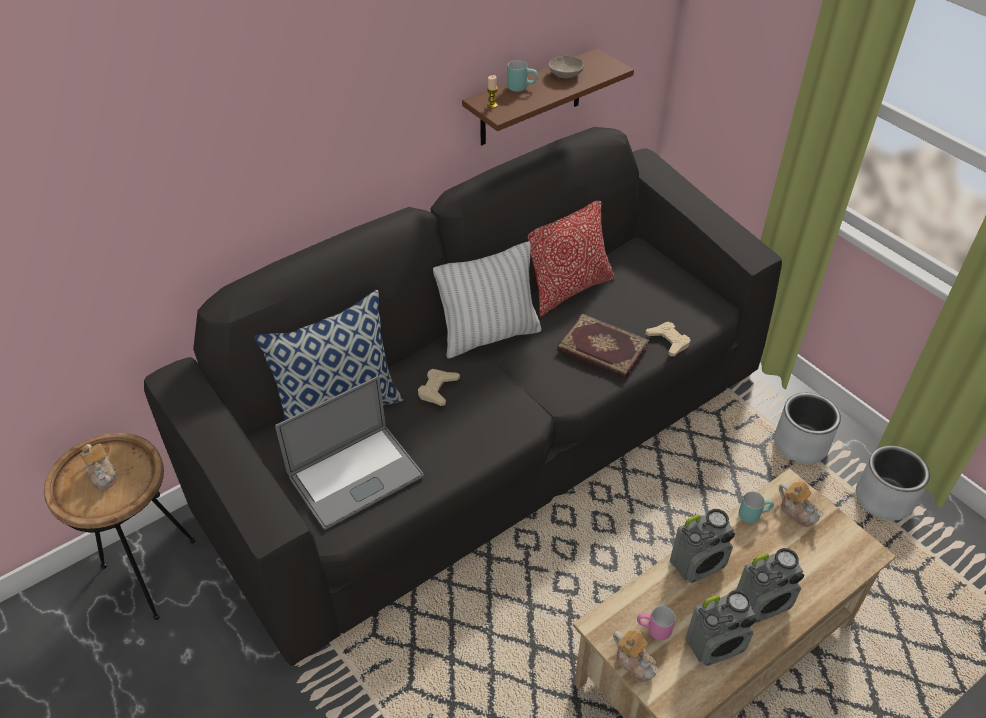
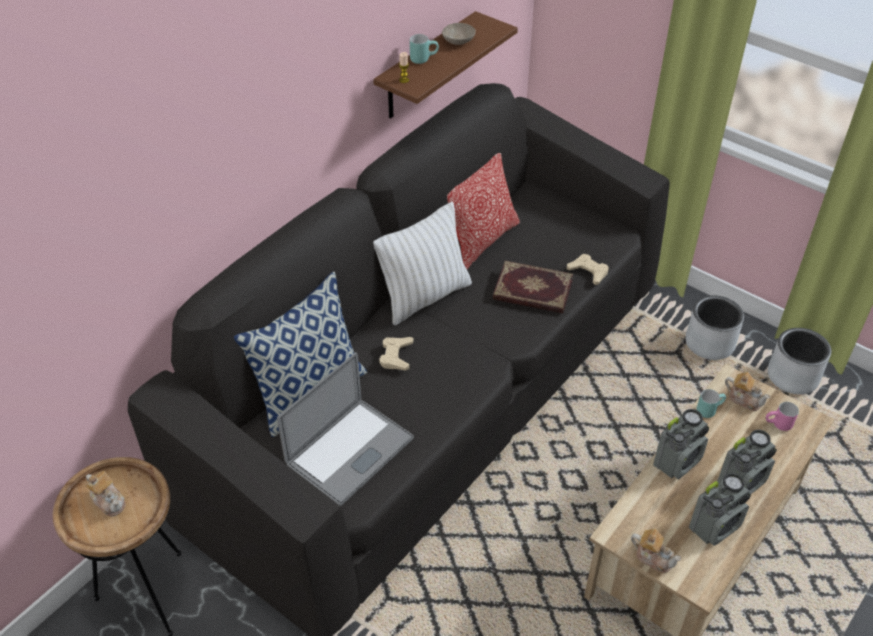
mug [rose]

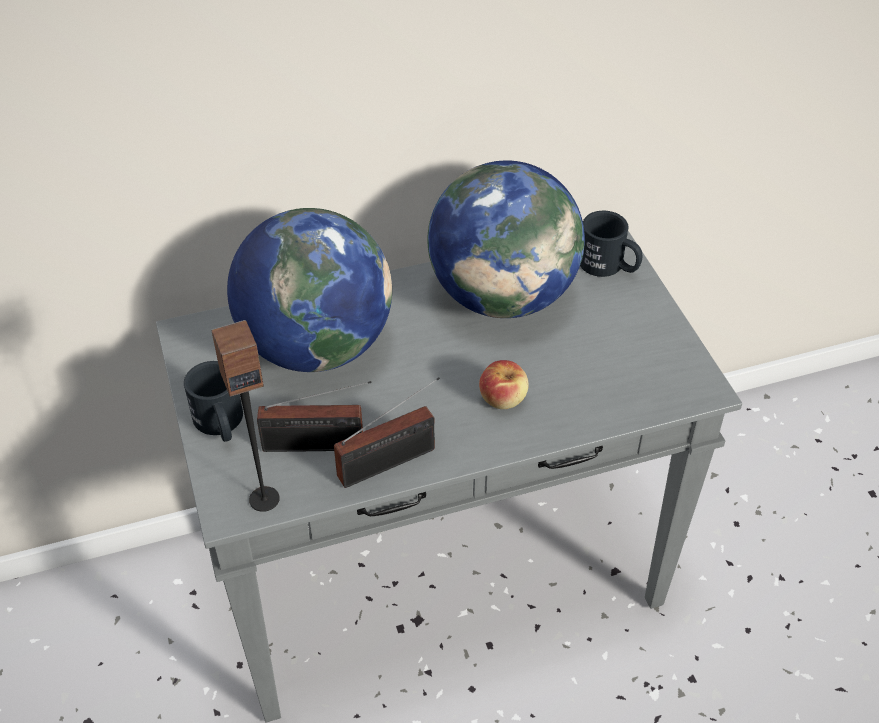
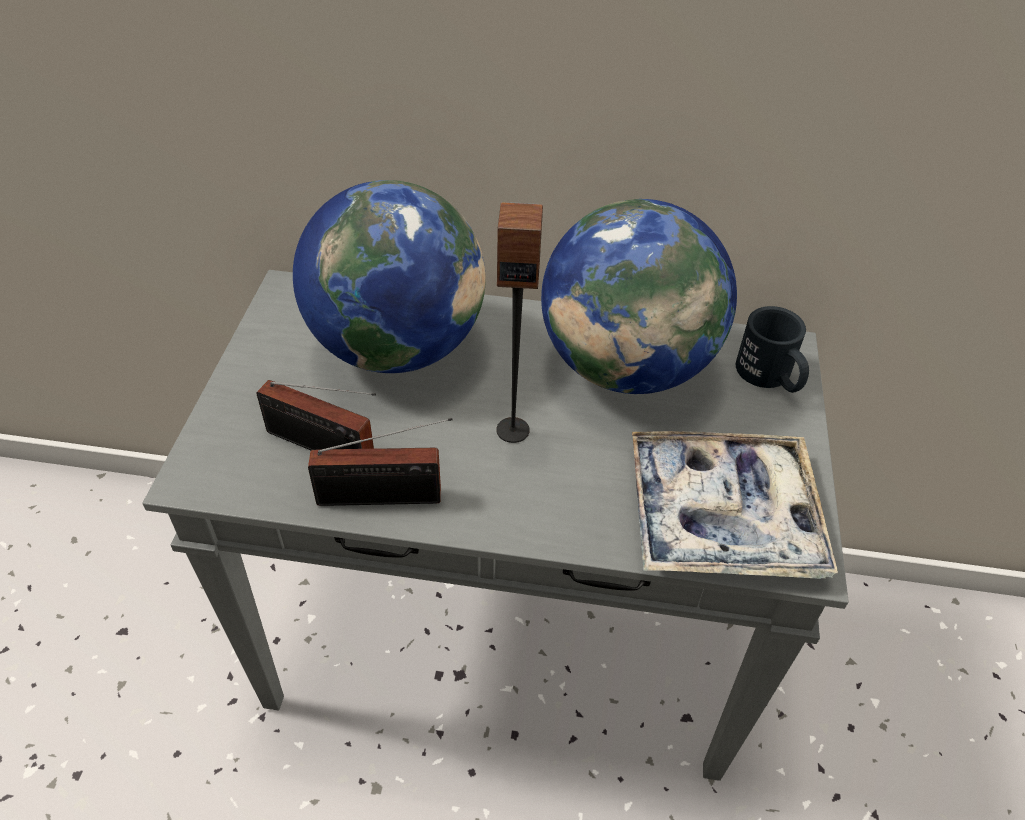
mug [noir] (1st from left in the first image); enceinte; pomme; plateau

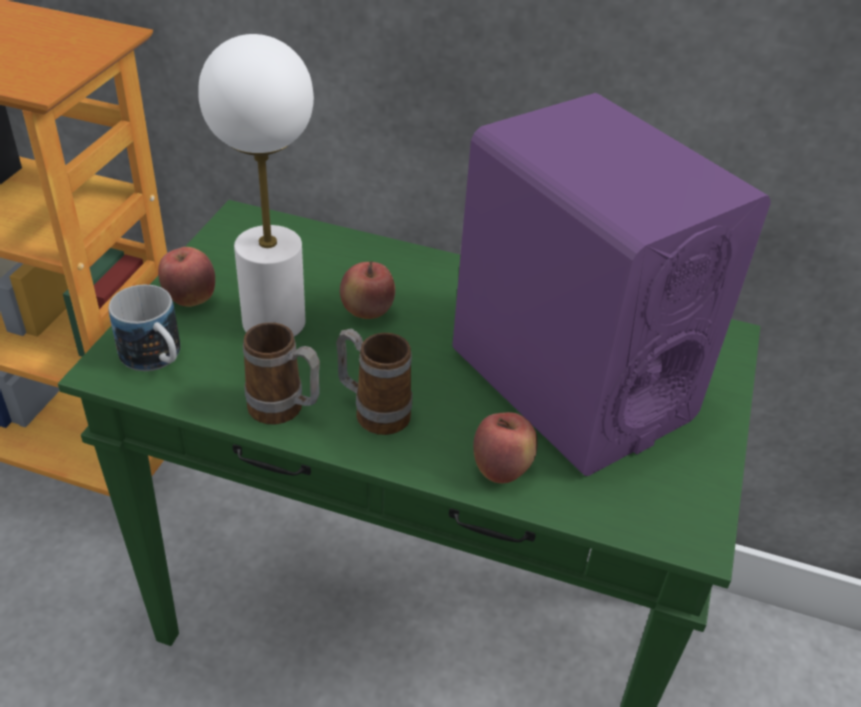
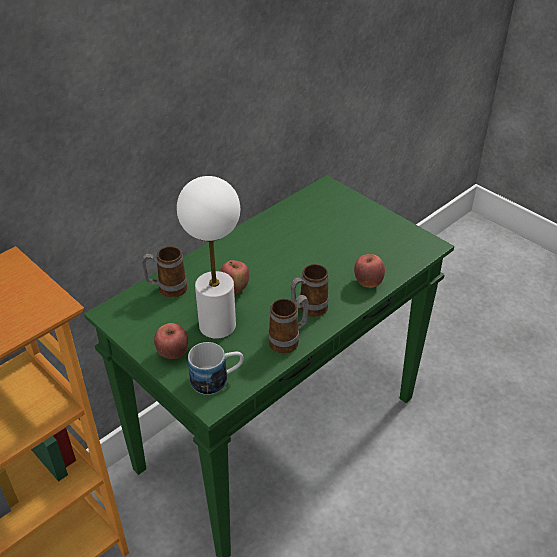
enceinte [violet]; mug (1st from left)

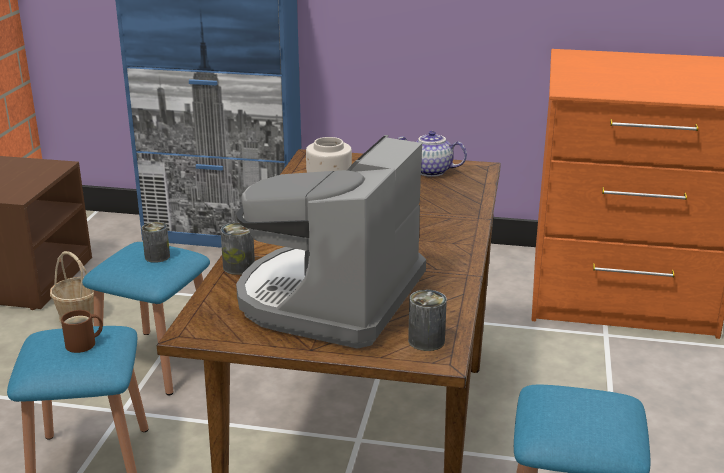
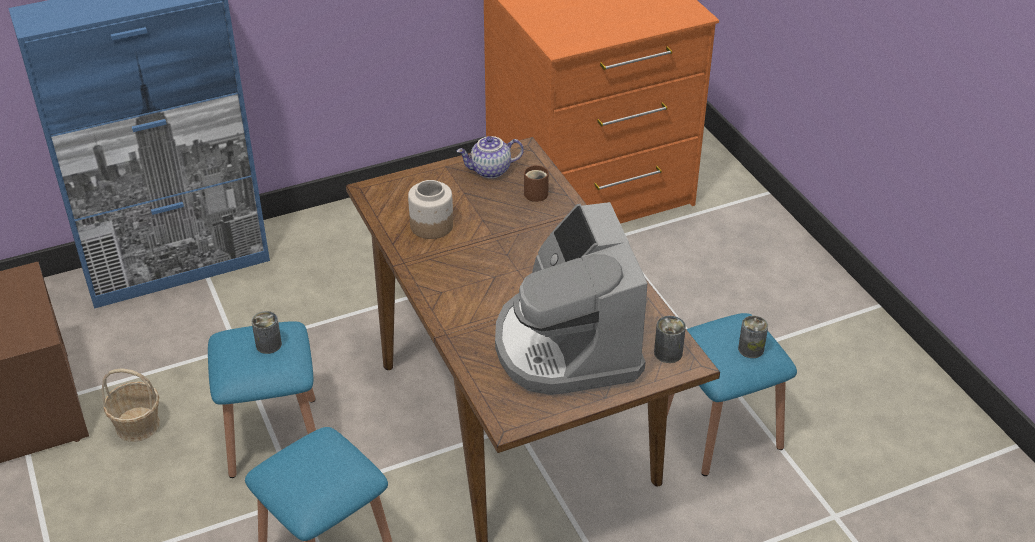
mug [marron]; boîte métallique (3rd from left)

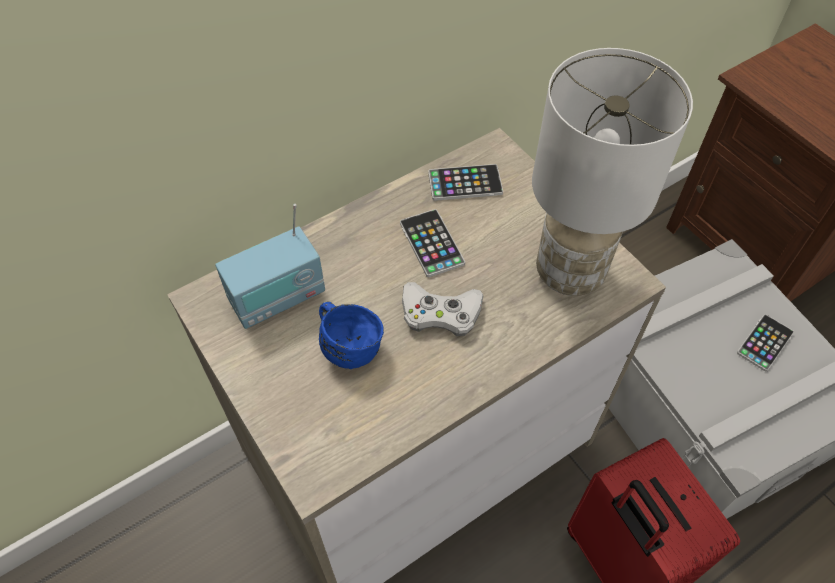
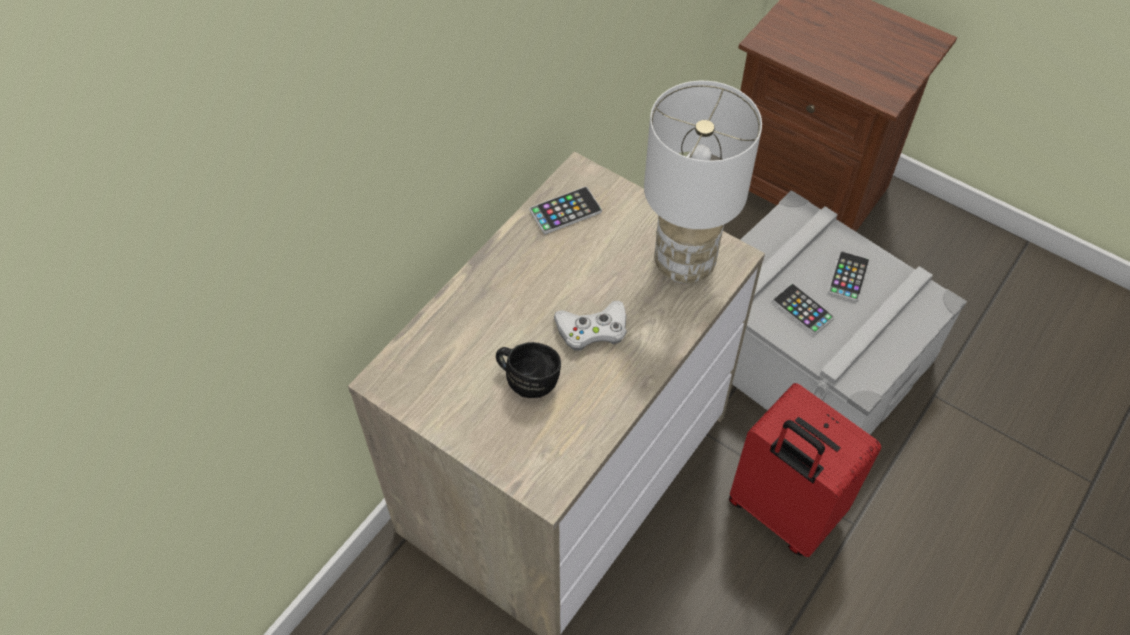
radio; mug [noir]; téléphone (2nd from left)

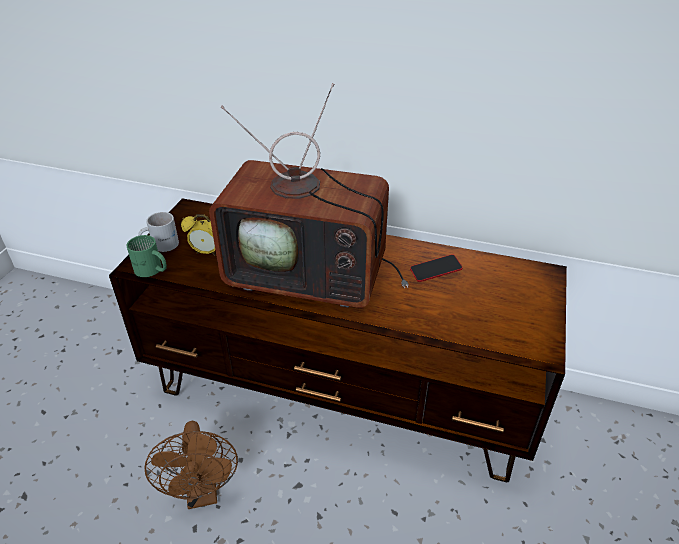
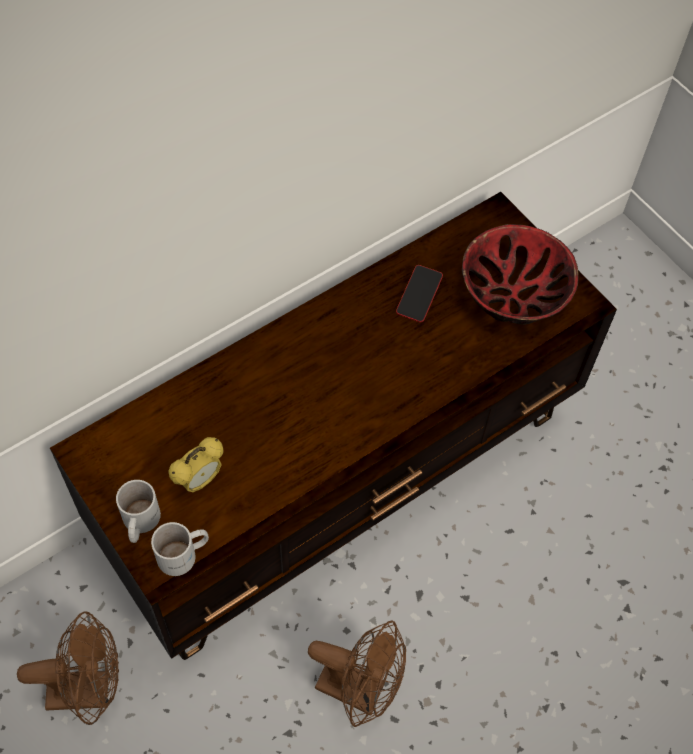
mug [blanc] (2nd from left); téléviseur; ventilateur [marron] (1st from left); bol

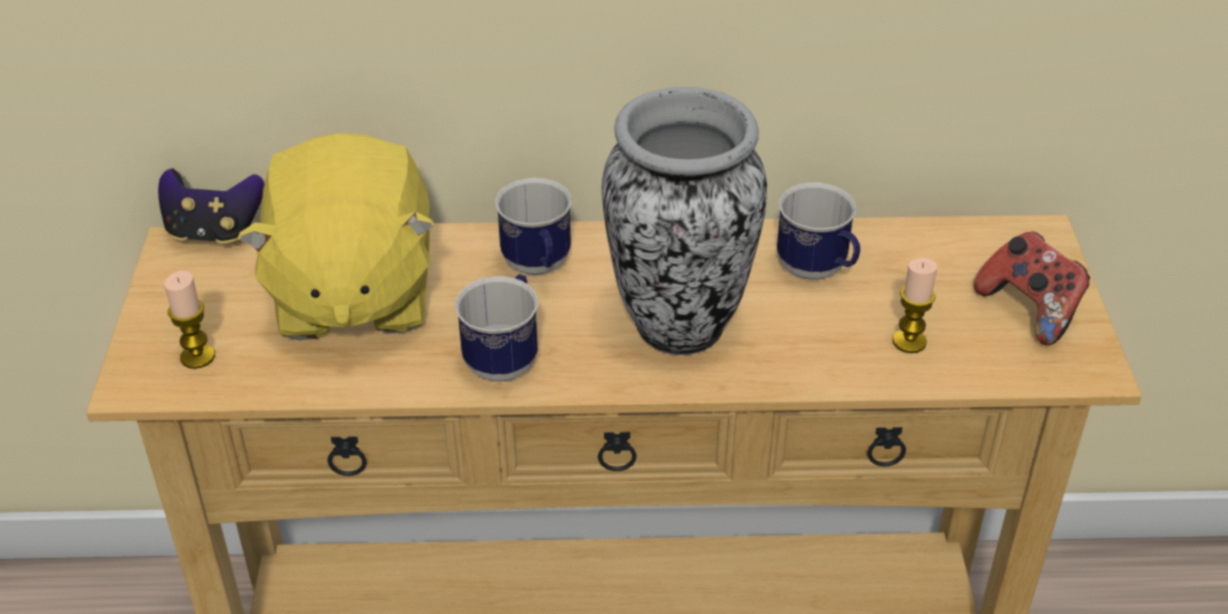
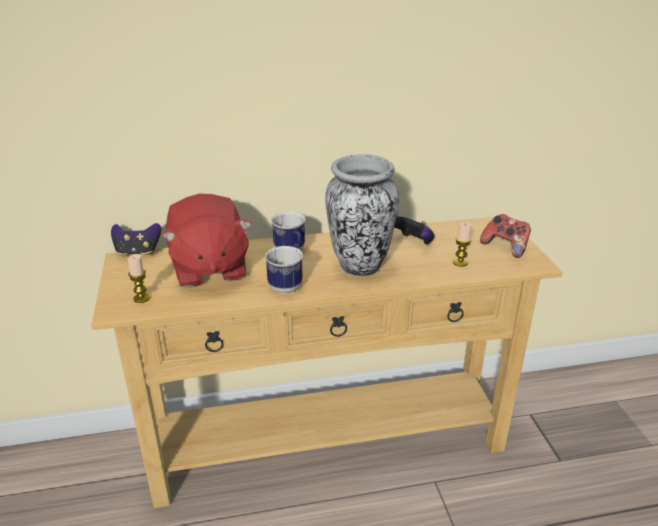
peluche [rouge]; manette (2nd from left)

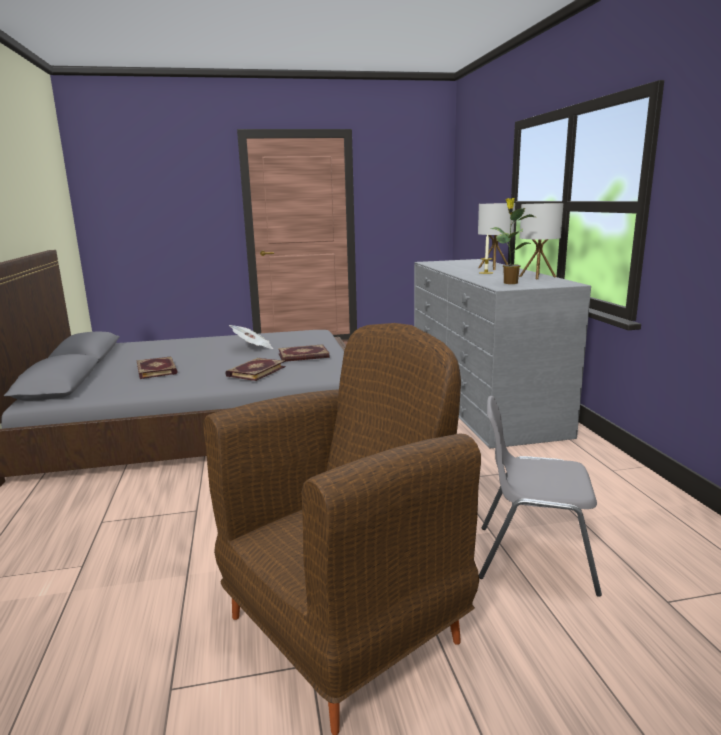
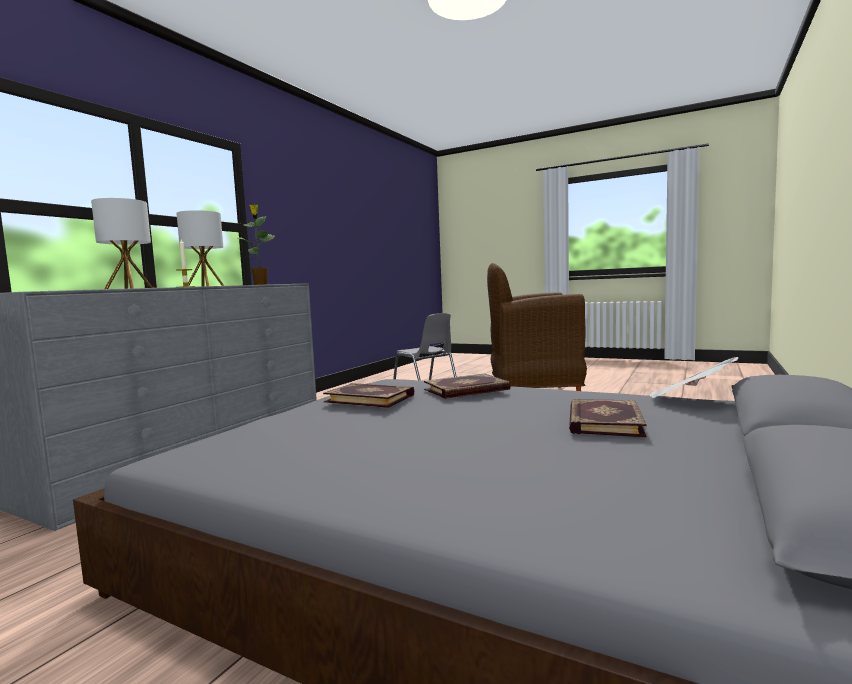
journal

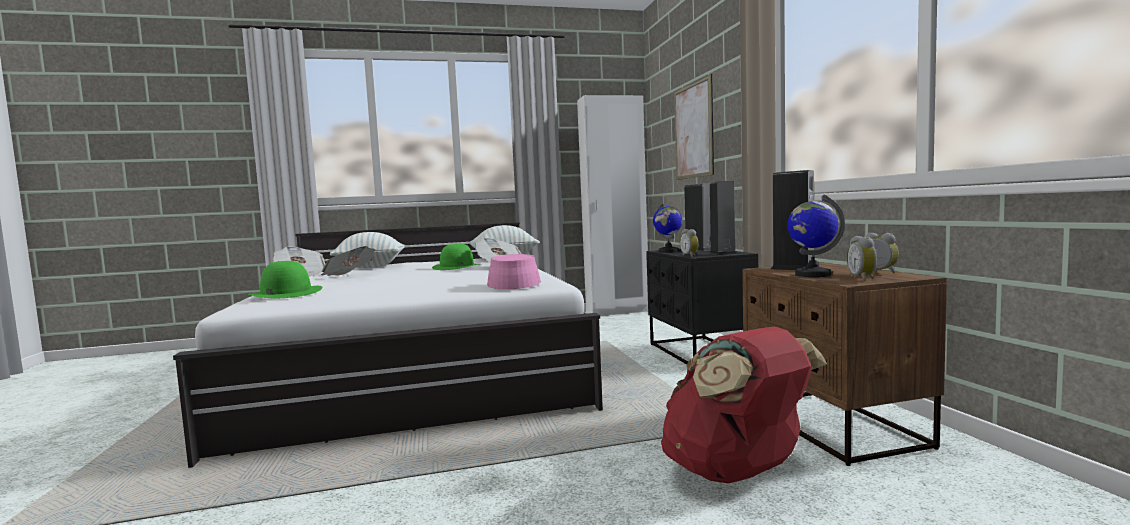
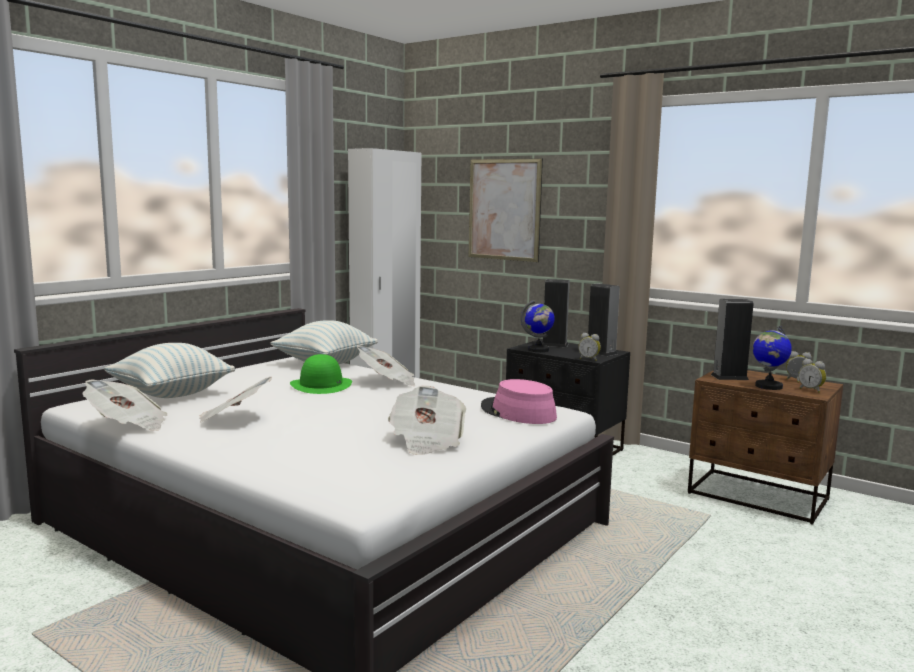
chapeau [vert] (1st from left in the first image); sac à dos [rouge]; journal (4th from left)

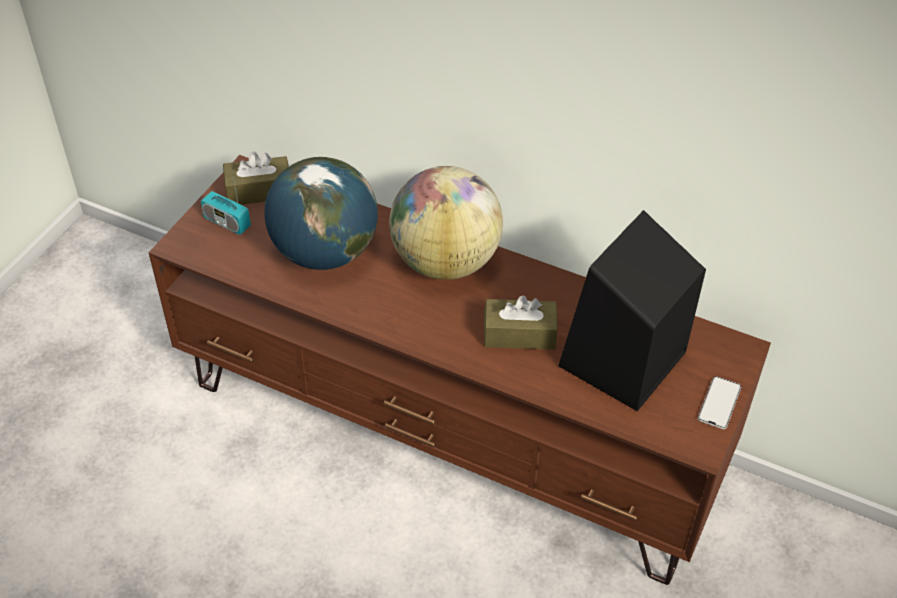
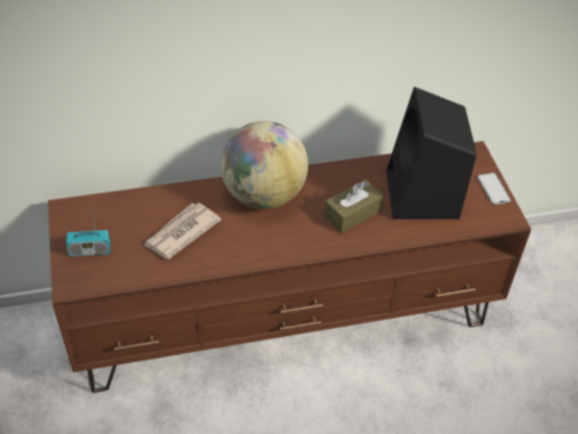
boîte à mouchoirs [marron] (1st from left in the first image); journal

